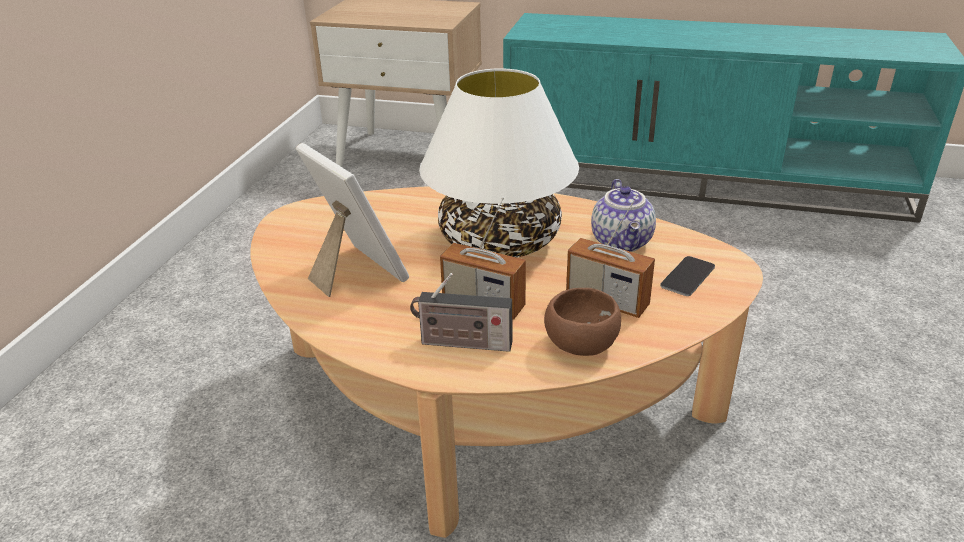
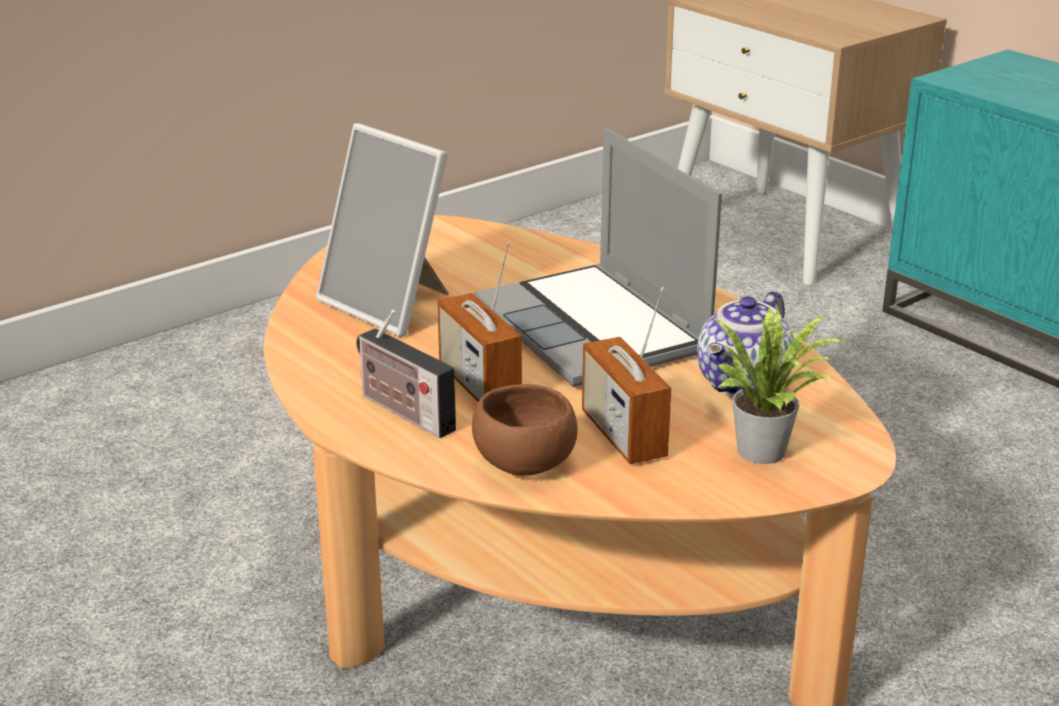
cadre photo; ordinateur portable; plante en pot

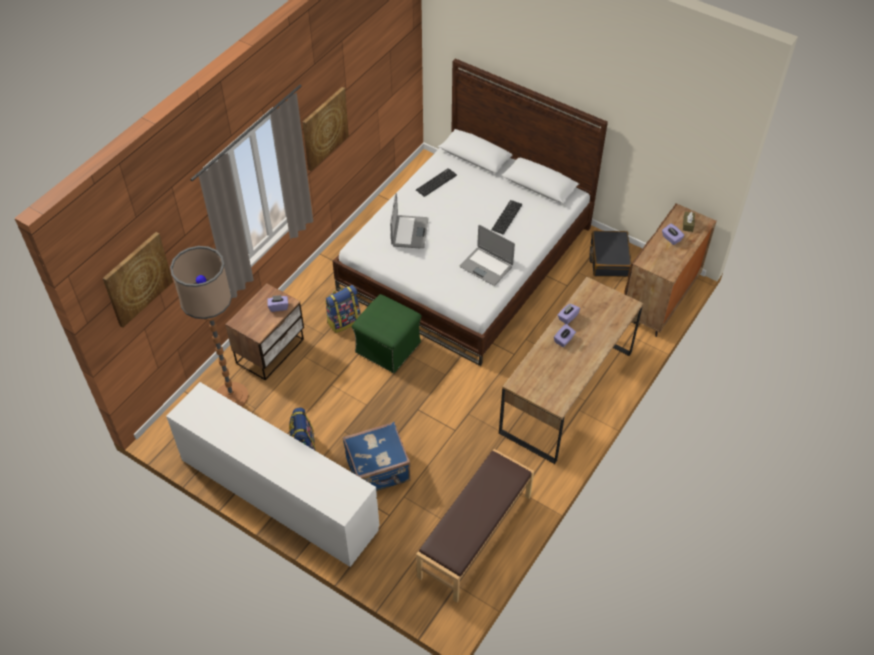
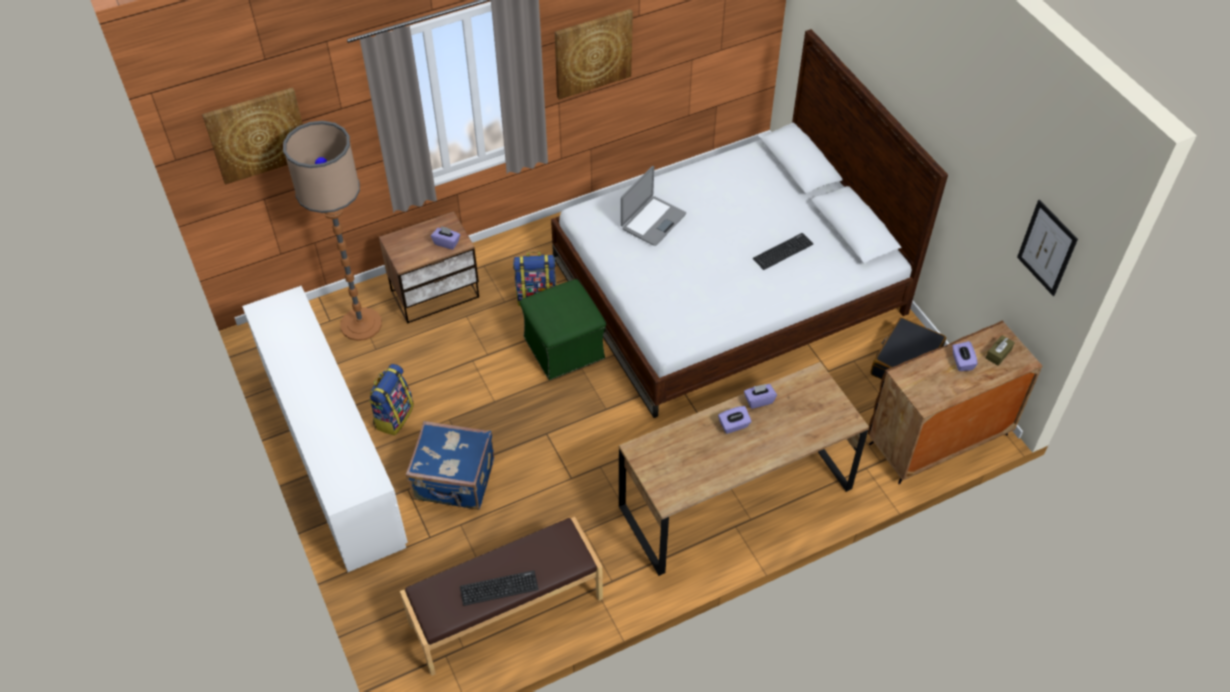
clavier (1st from left); ordinateur portable (2nd from left in the first image); tableau (3rd from left)

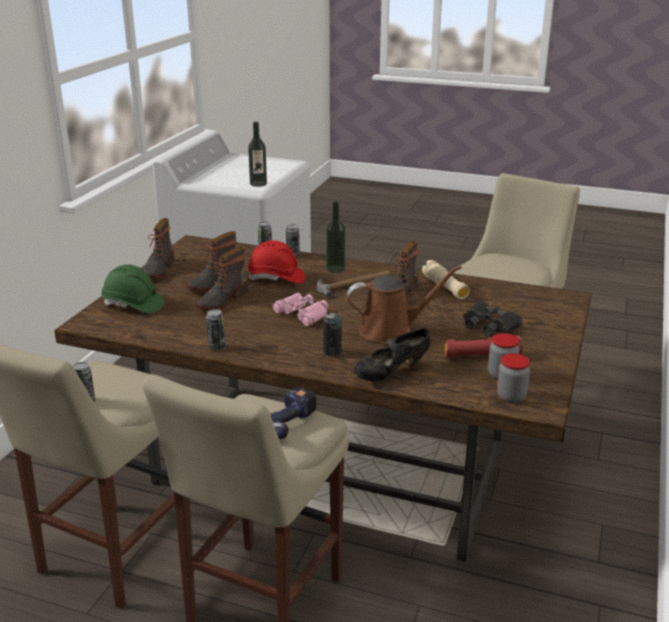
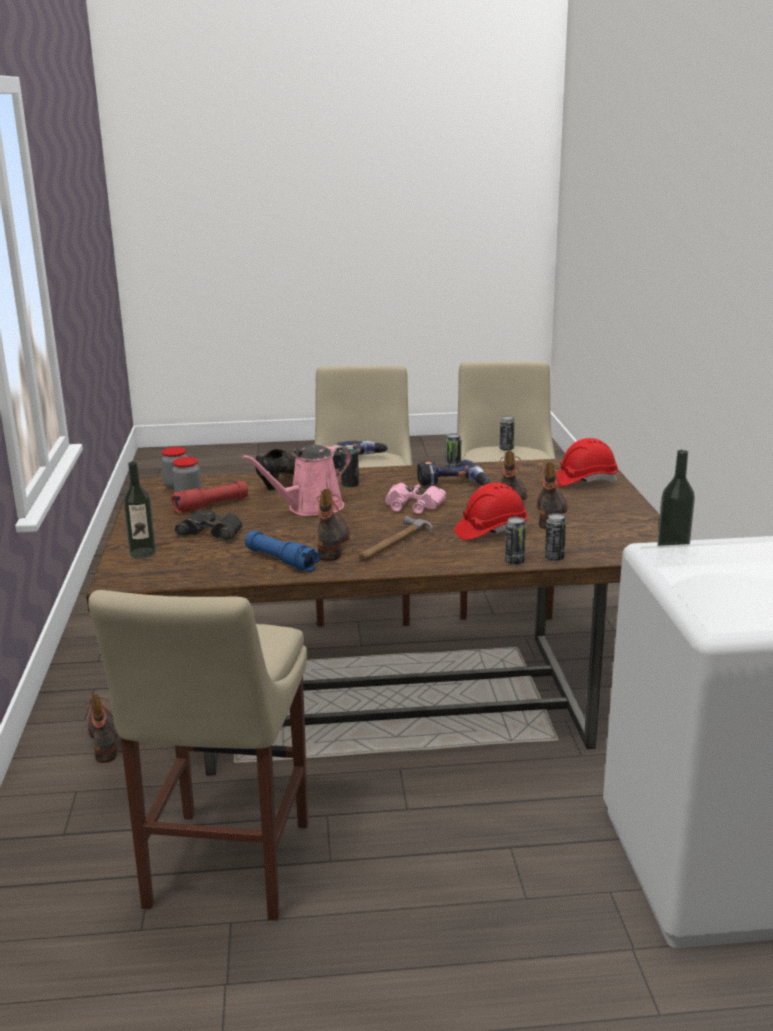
casque de chantier [rouge] (2nd from left); botte (1st from left); bouteille (1st from left); arrosoir [rose]; lampe de poche [bleu]; perceuse (2nd from left)

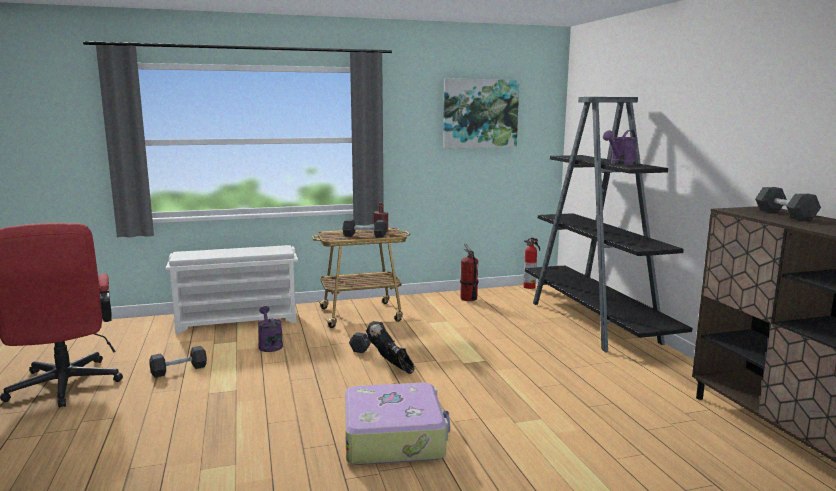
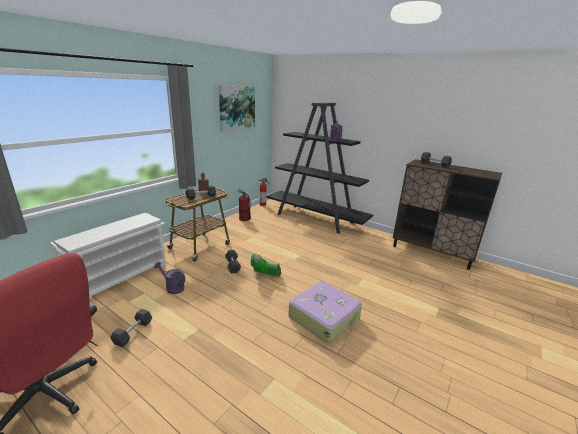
botte [vert]

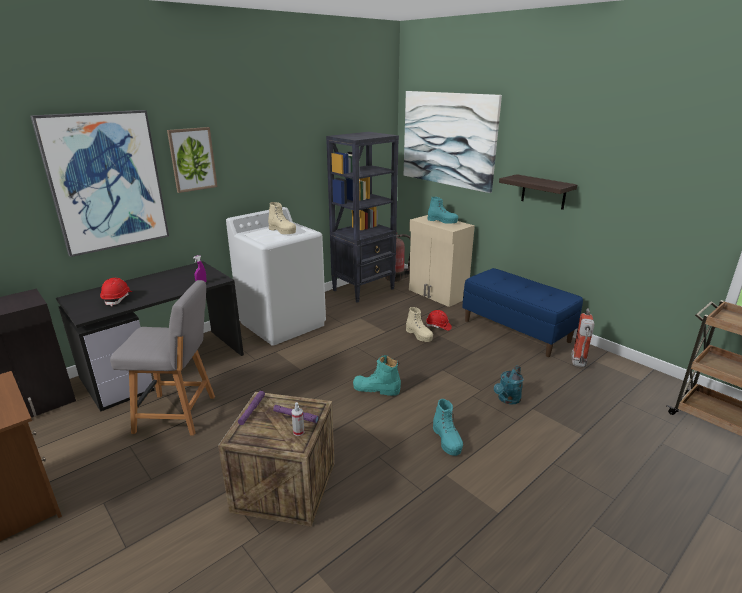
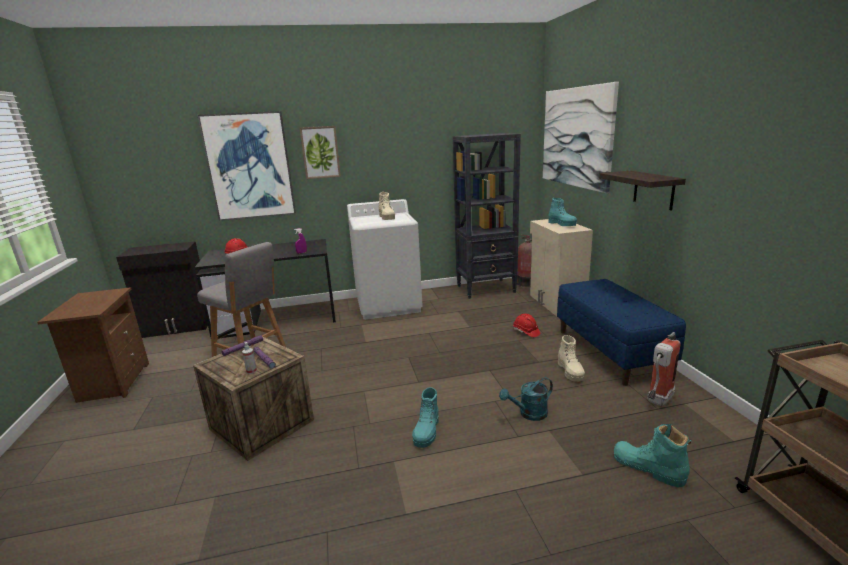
botte [turquoise] (3rd from left); botte [beige] (2nd from left)

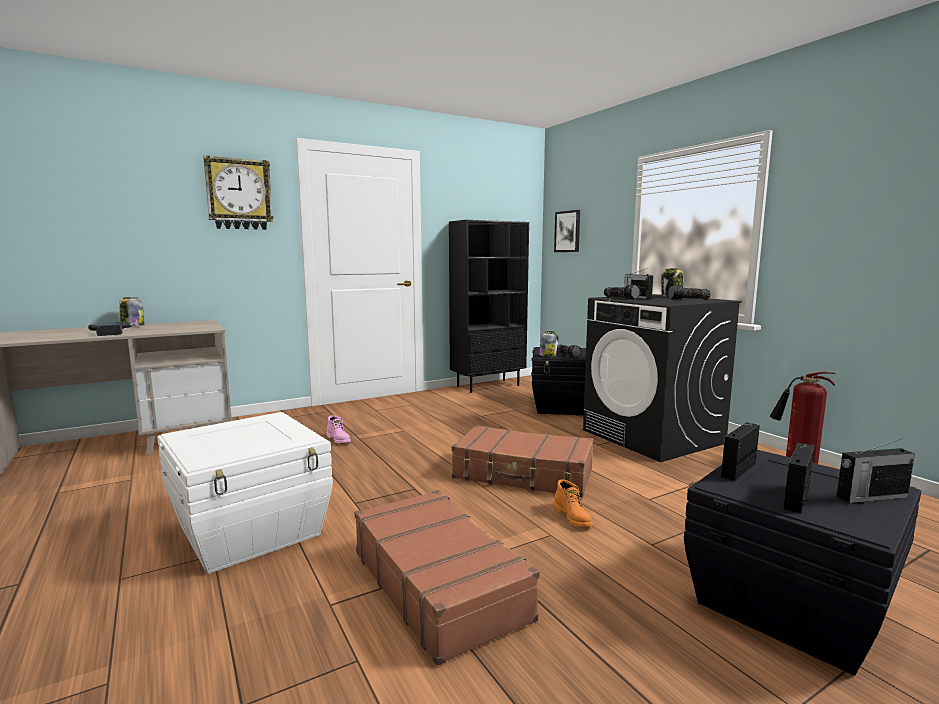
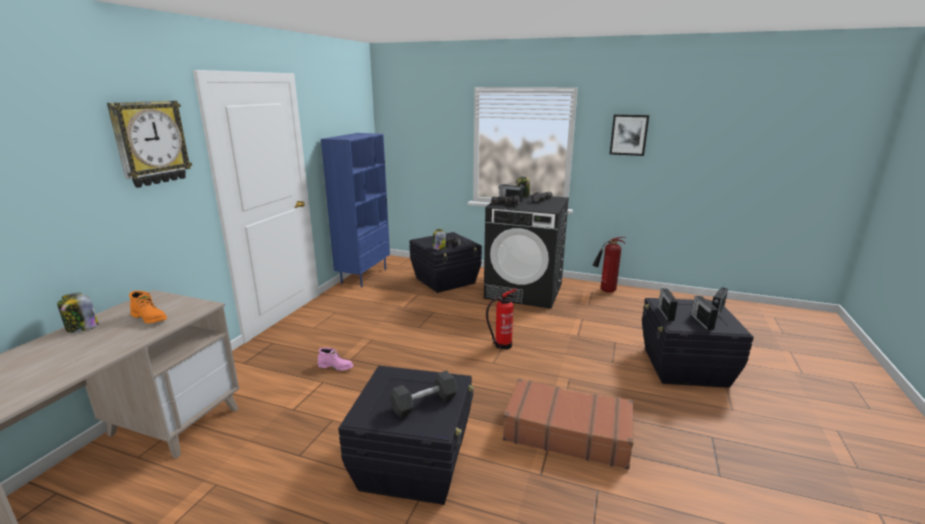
perceuse; boîte de rangement [noir] (1st from left); bibliothèque [bleu]; extincteur (1st from left); botte [orange]; tableau; haltère [noir]

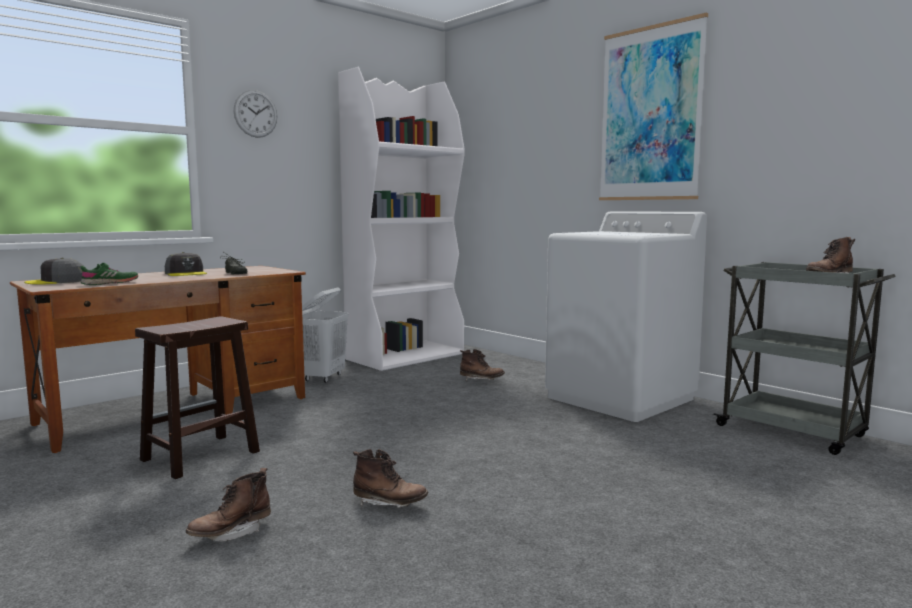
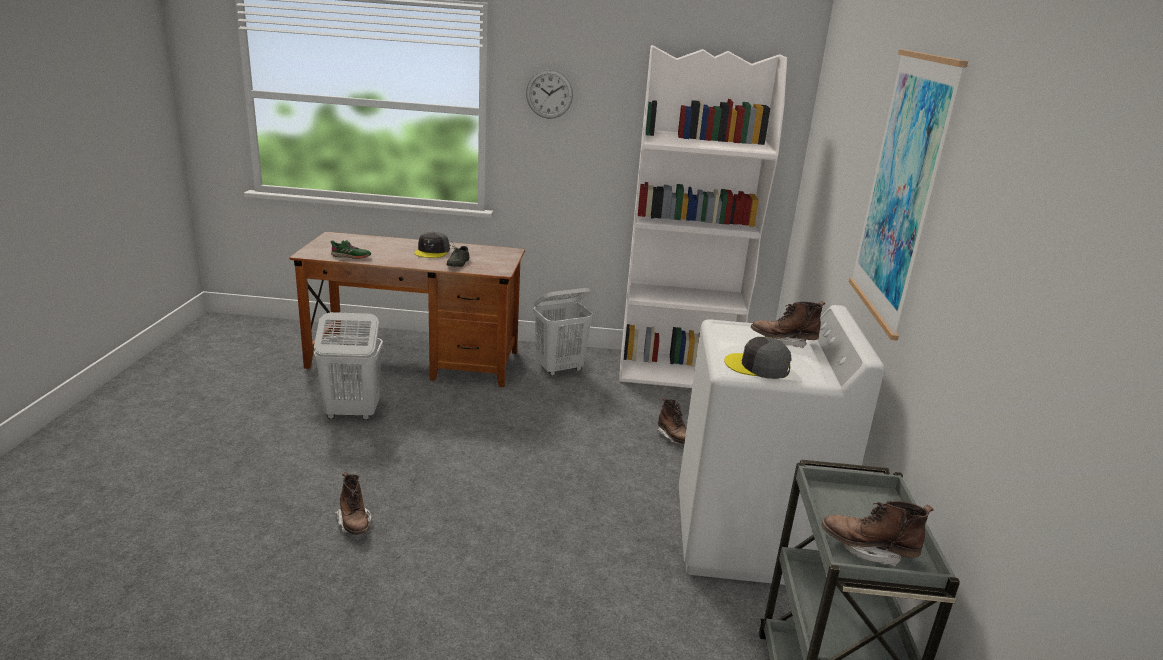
casquette [gris] (2nd from left); panier à linge [blanc] (1st from left); botte [marron] (3rd from left)

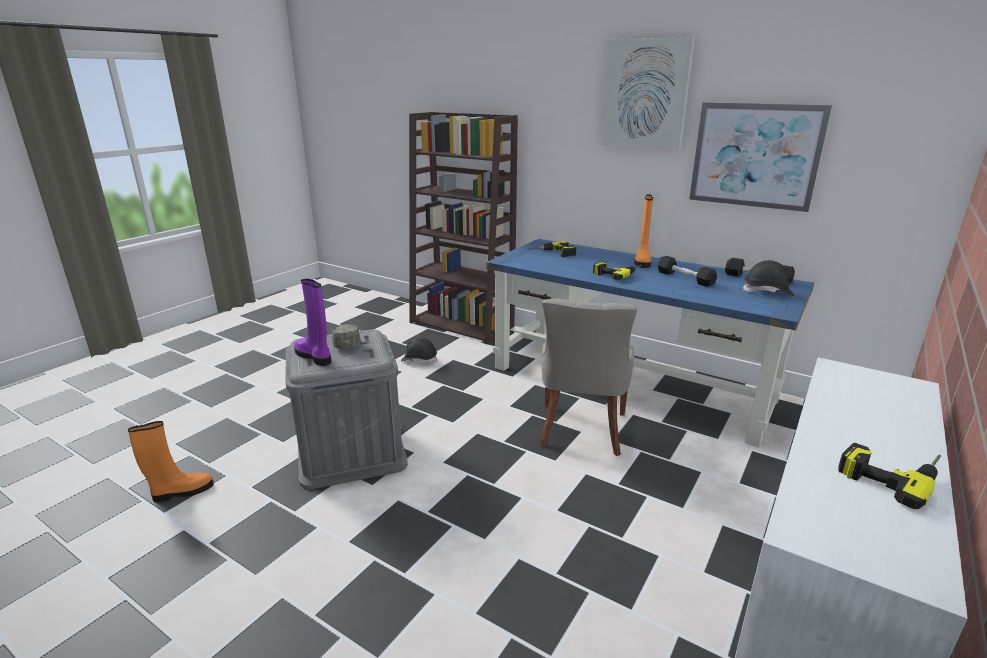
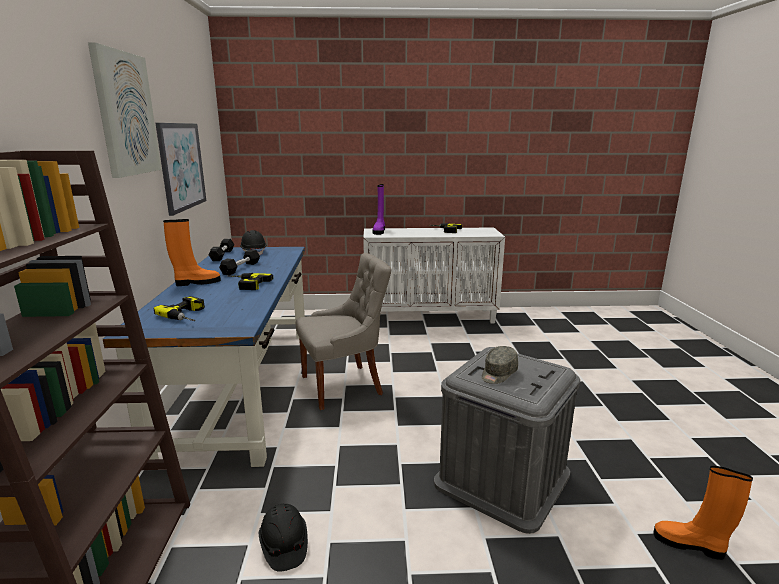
botte [violet]

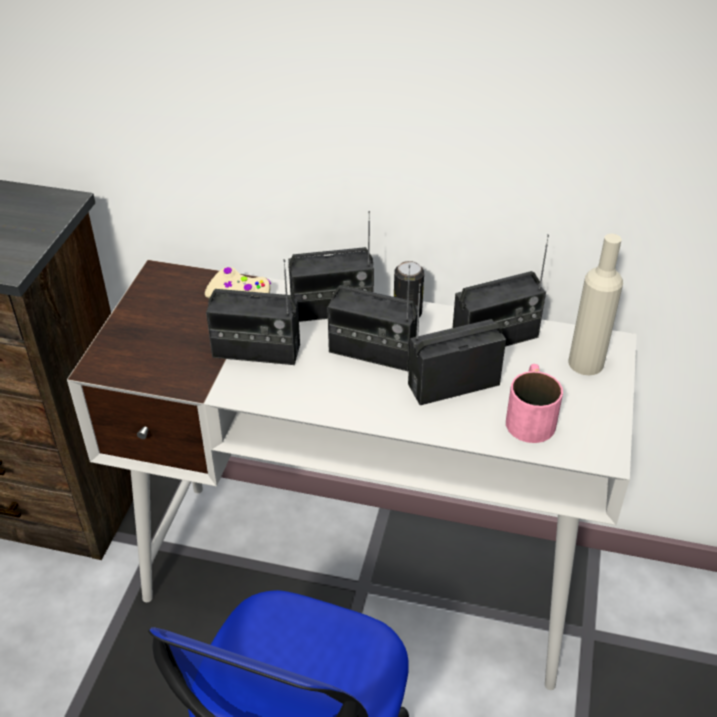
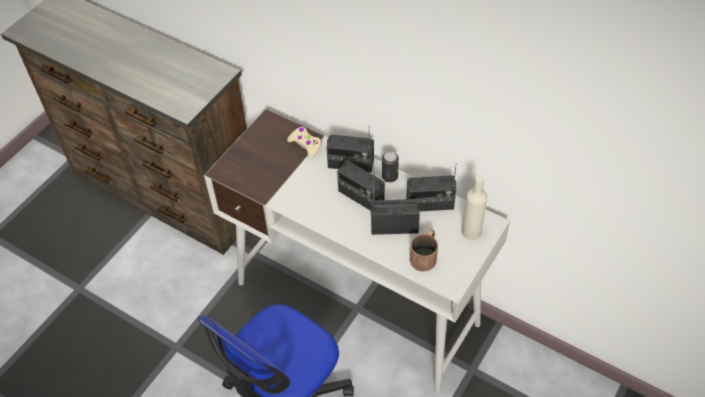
radio (1st from left in the first image); mug [marron]

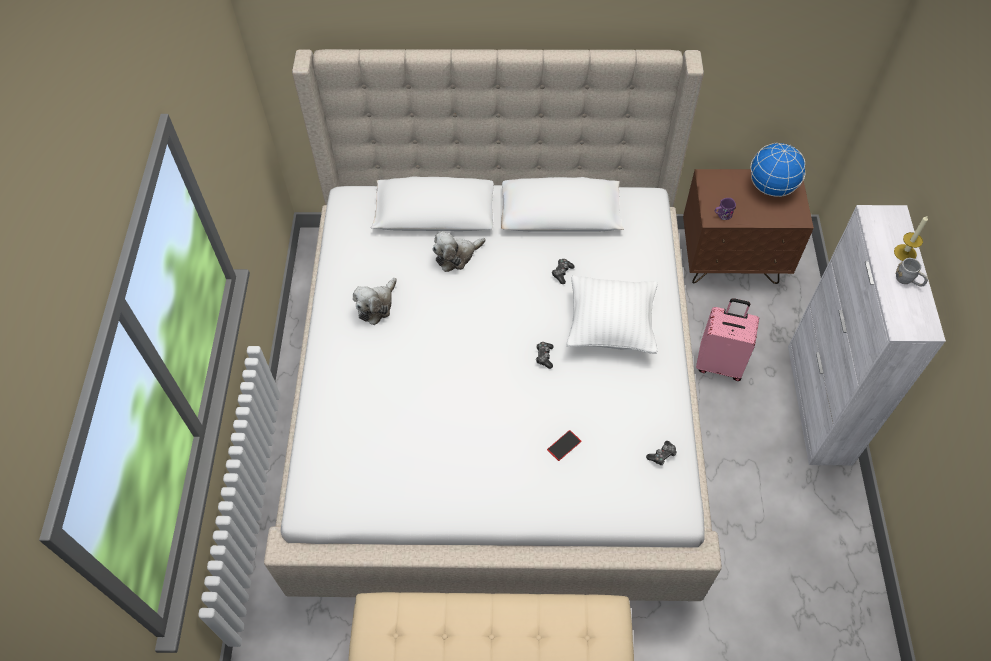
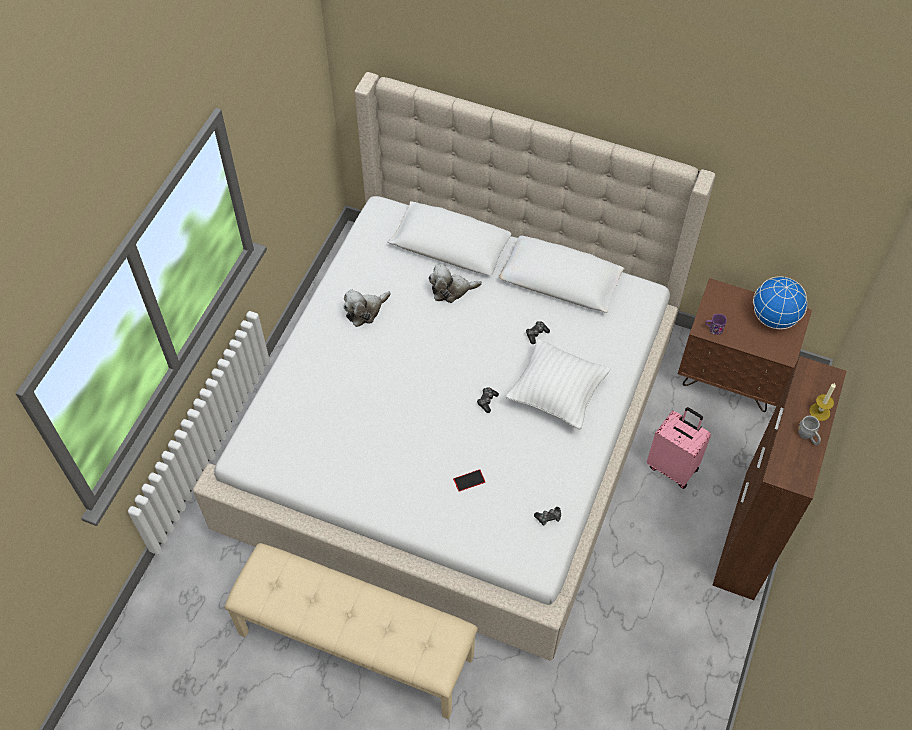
meuble de rangement [marron]

